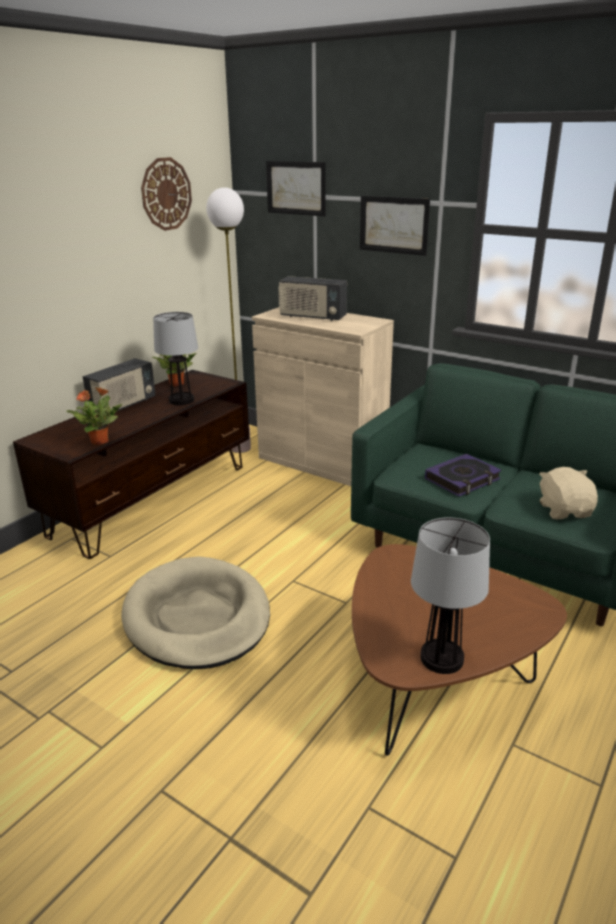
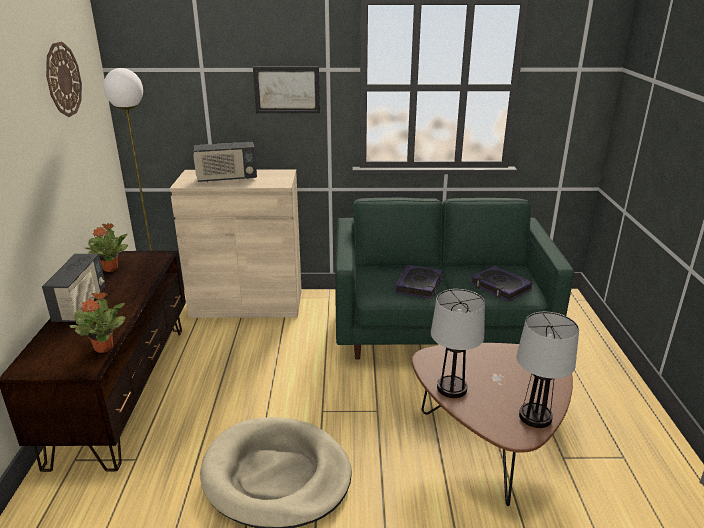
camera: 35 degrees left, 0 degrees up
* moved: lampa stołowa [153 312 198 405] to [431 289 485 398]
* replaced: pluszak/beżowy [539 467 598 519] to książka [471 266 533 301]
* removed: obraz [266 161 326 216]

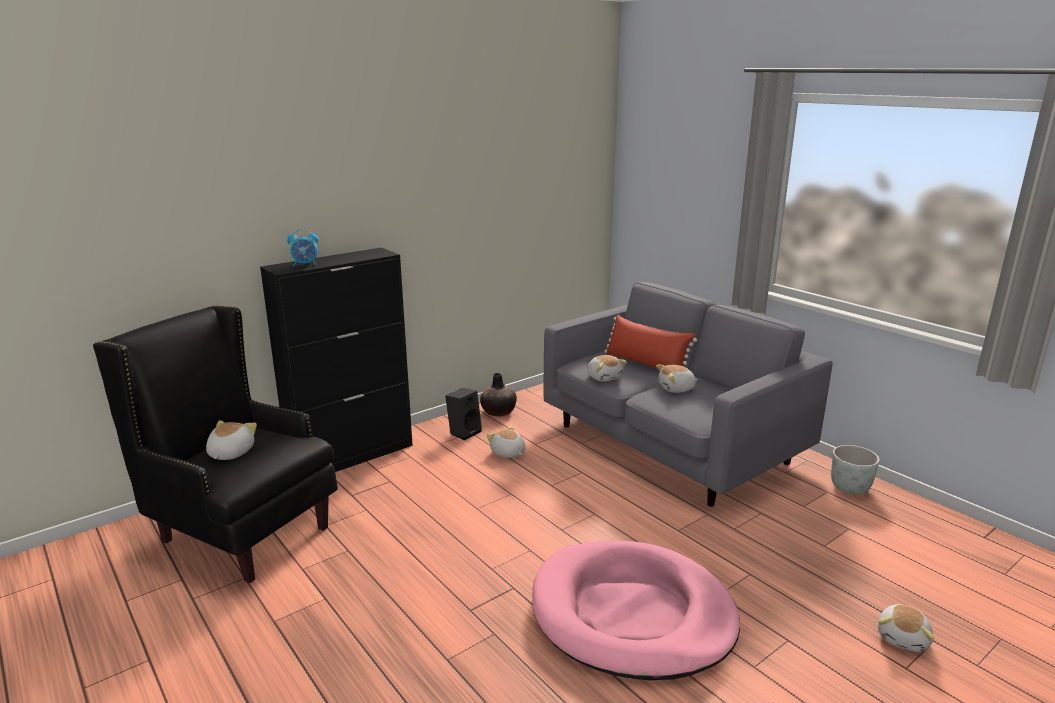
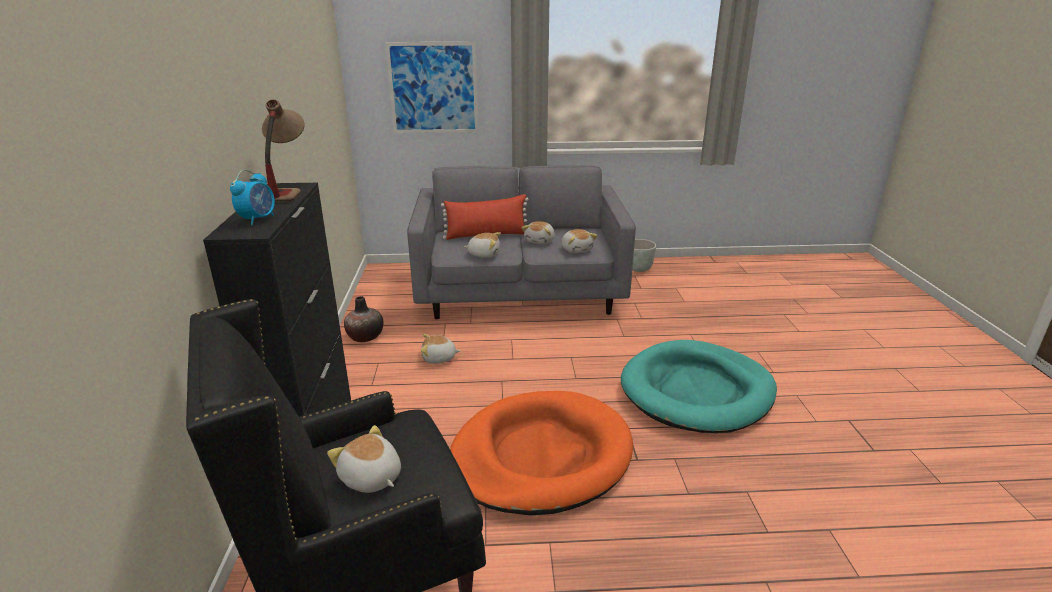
camera: 55 degrees left, 5 degrees up
* added: lampa stołowa [262 99 305 203]
* added: obraz [385 42 479 133]
* added: legowisko/pomarańczowy [450 391 633 515]
* moved: pluszak [878 604 934 652] to [562 229 597 253]
* recoloured: legowisko/różowy [532 541 740 681] to legowisko/turkusowy [621 340 777 433]
* removed: głośnik/czarny [445 388 482 440]

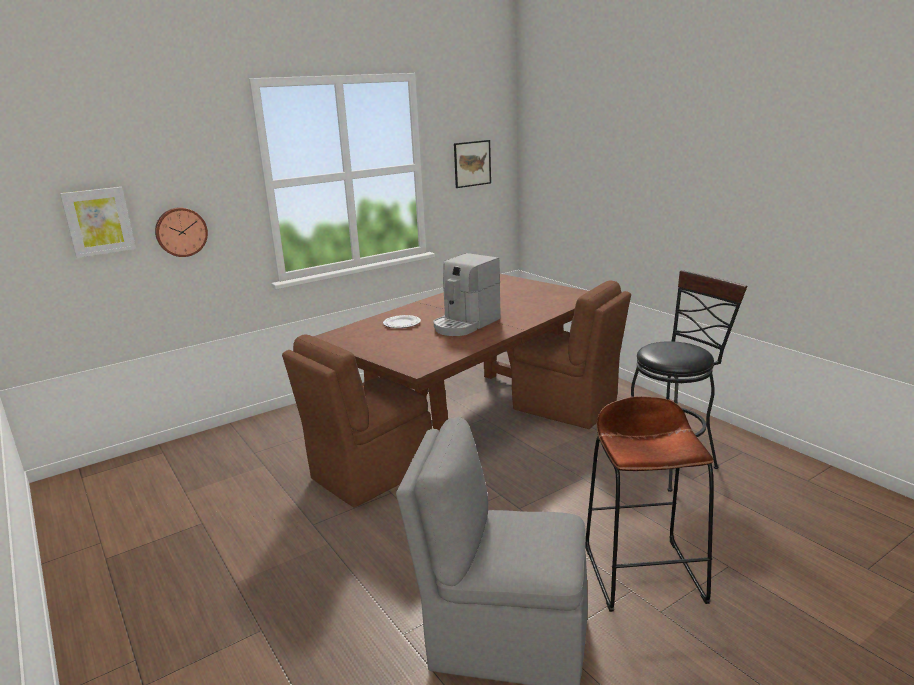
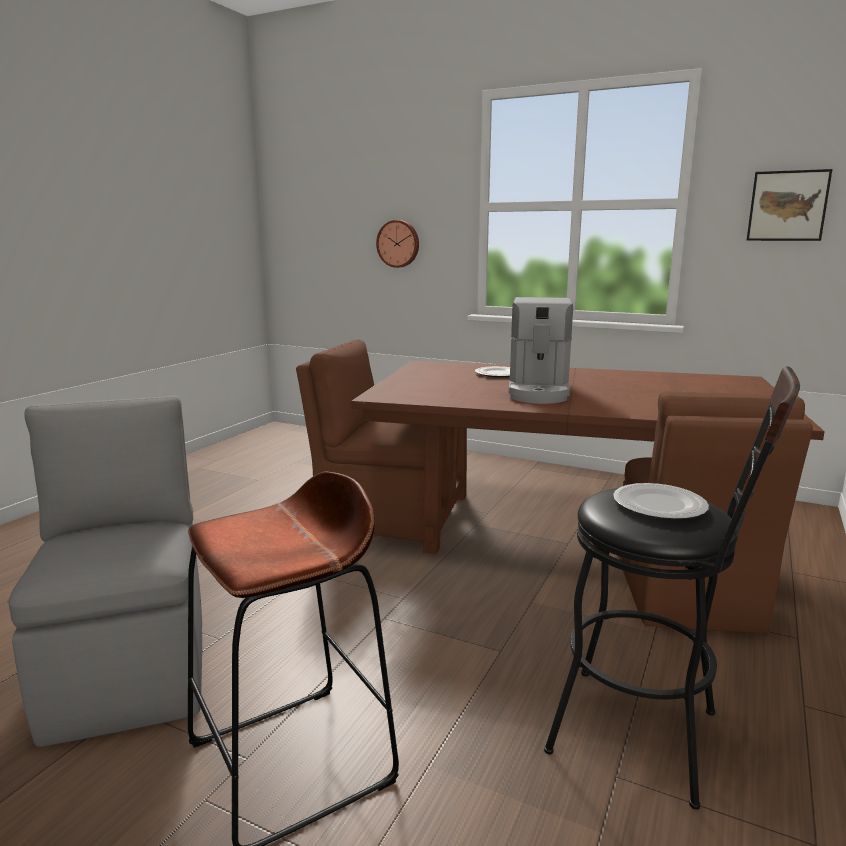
camera: 60 degrees right, 5 degrees down
* turned: ekspres do kawy [433 253 501 336] = [508 297 573 404] 90 degrees counterclockwise
* added: talerz [613 483 709 519]
* removed: obraz [60 187 136 258]

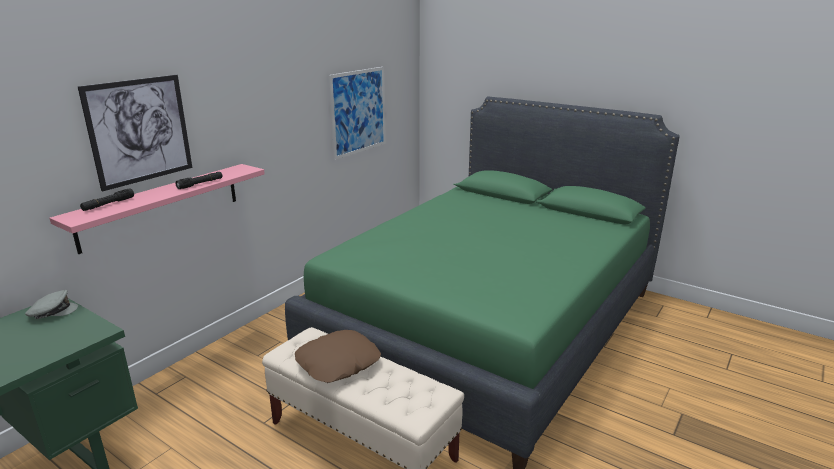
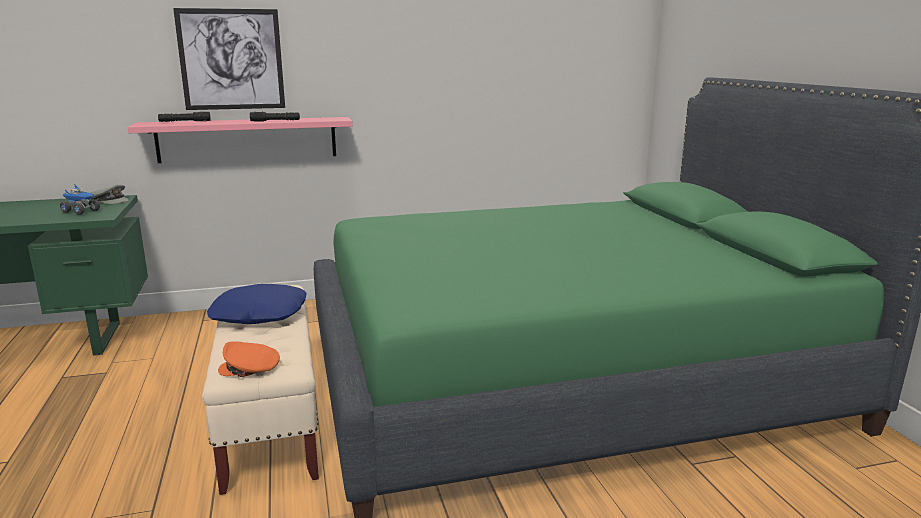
camera: 40 degrees right, 5 degrees down
* added: ciężarówka zabawkowa [60 184 100 215]
* recoloured: poduszka/brązowy [295 330 381 383] to poduszka/niebieski [207 284 307 324]
* added: czapka z daszkiem/pomarańczowy [218 341 280 377]
* removed: obraz [329 67 386 160]

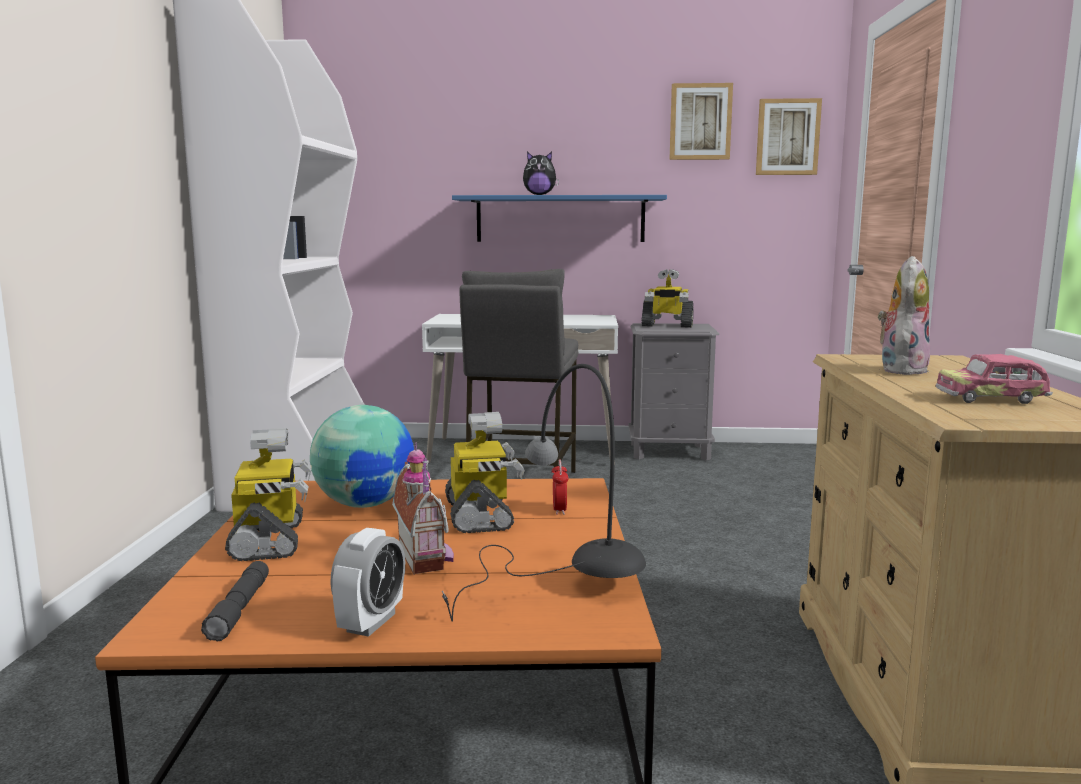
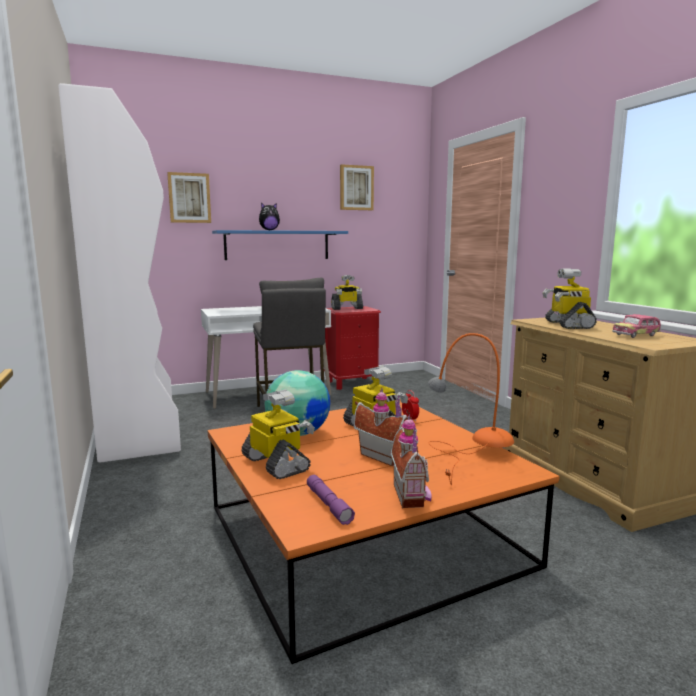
camera: 25 degrees left, 0 degrees up
* moved: obraz [756 98 822 175] to [167 172 211 223]
* recoloured: latarka/szary [201 561 269 642] to latarka/fioletowy [307 475 355 525]
* recoloured: szafka nocna/szary [628 323 719 461] to szafka nocna/czerwony [324 306 381 390]
* replaced: budzik [330 528 405 637] to domek [391 414 432 508]
* recoloured: lampa stołowa/szary [442 364 646 622] to lampa stołowa/pomarańczowy [428 333 514 485]
* replaced: pluszak [878 256 930 375] to robot zabawkowy [543 269 597 329]

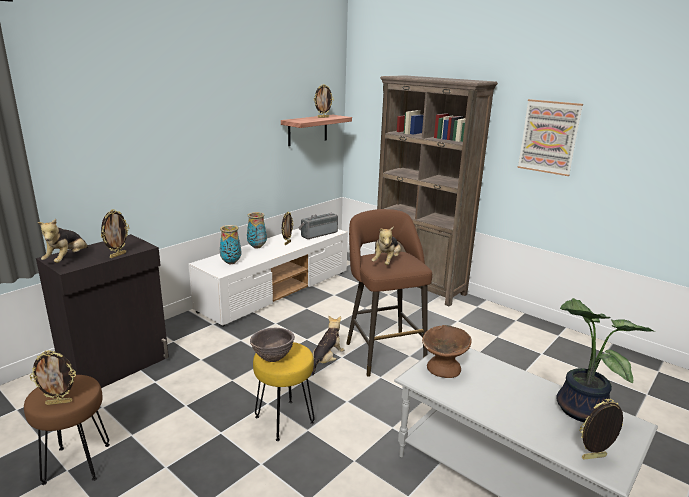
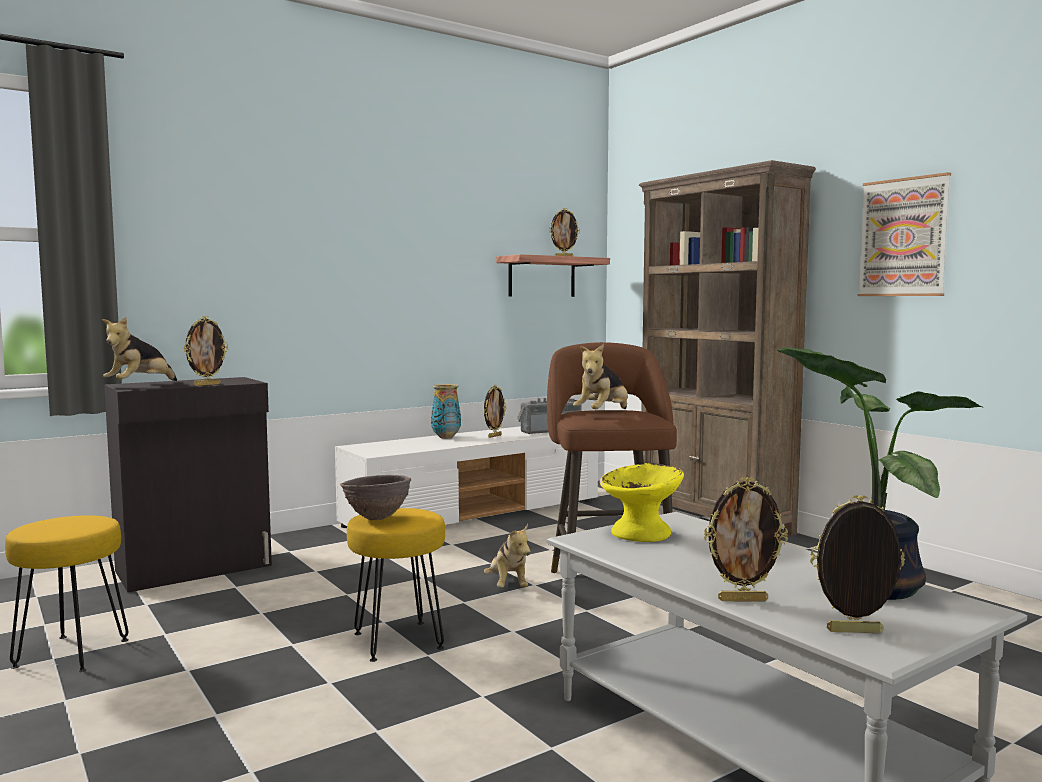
camera: 15 degrees right, 15 degrees down
* recoloured: stołek/brązowy [24 375 110 485] to stołek/żółty [5 515 129 672]
* turned: pluszak [312 316 344 376] = [484 524 531 588] 120 degrees clockwise
* recoloured: miska/brązowy [422 325 472 378] to miska/żółty [600 463 684 542]
* moved: ramka na zdjęcie [30 350 76 405] to [704 477 788 602]
* removed: wazon [220 225 241 264]

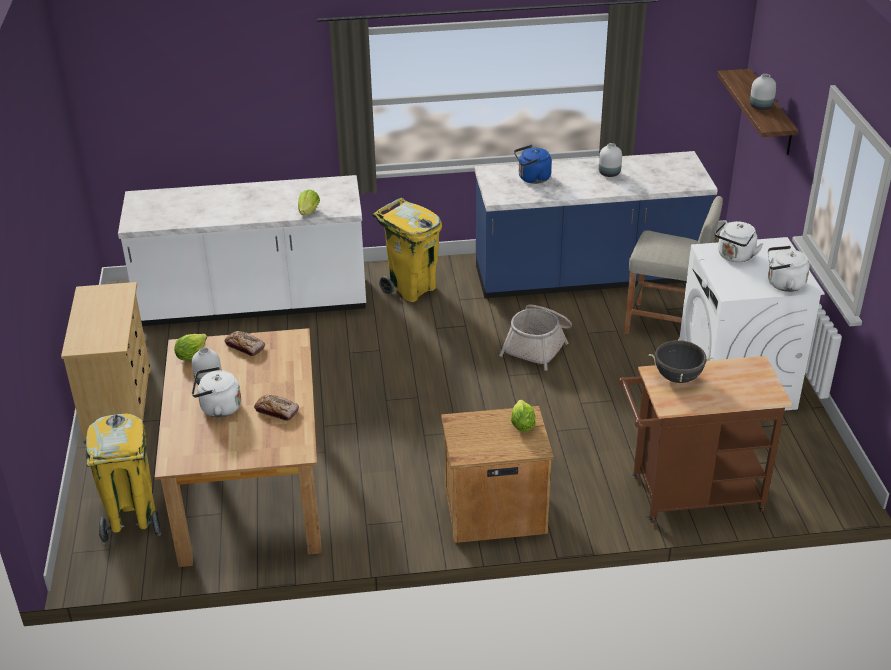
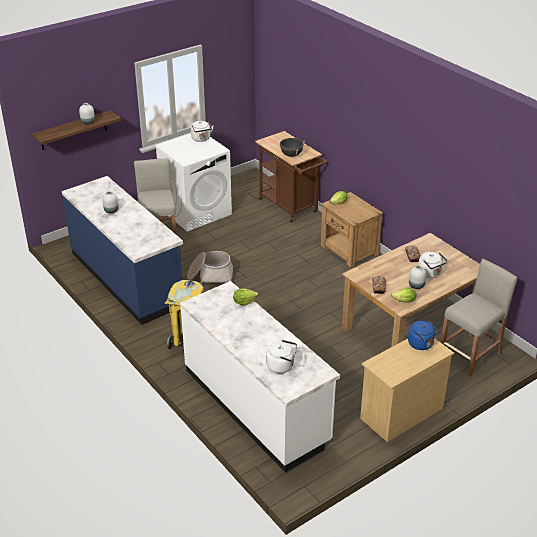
camera: 120 degrees left, 0 degrees up
* moved: czajnik/biały [714 221 763 262] to [266 340 297 374]
* moved: czajnik/niebieski [514 145 552 184] to [408 321 441 350]
* replaced: kosz na śmieci/żółty [86 414 162 544] to stołek/beżowy [441 259 518 377]

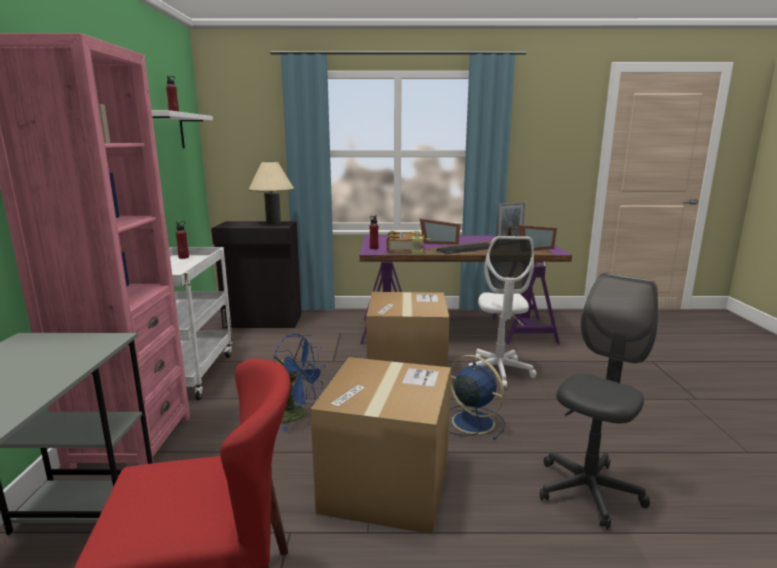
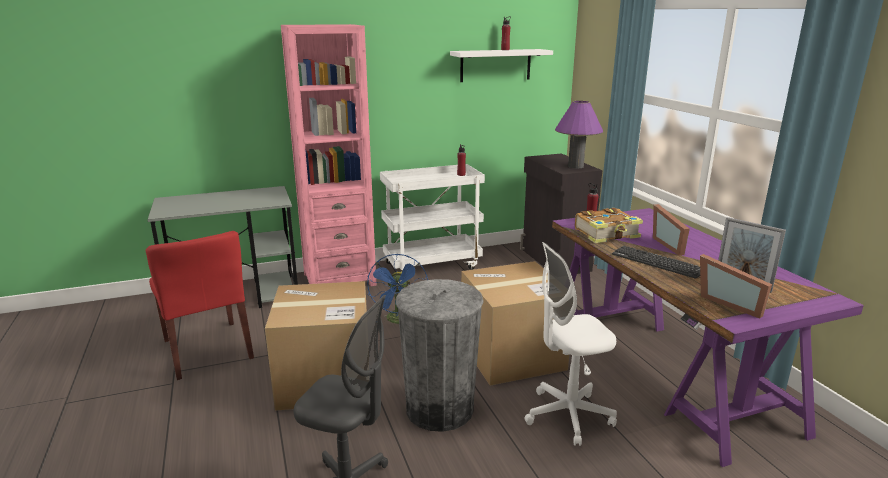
camera: 70 degrees right, 5 degrees up
* replaced: wentylator/niebieski [449 355 506 440] to kosz na śmieci/szary [396 279 484 432]
* recoloured: lampa stołowa/beżowy [249 161 294 225] to lampa stołowa/fioletowy [555 101 603 168]

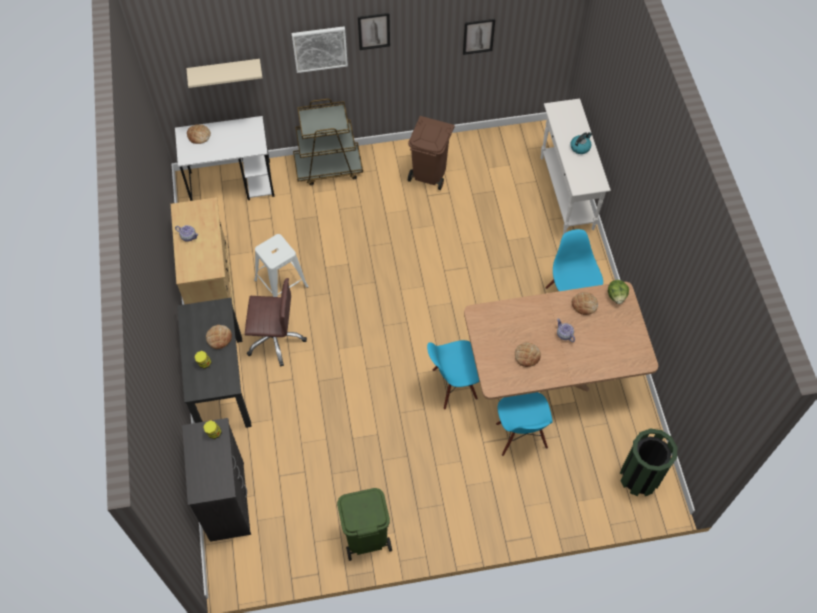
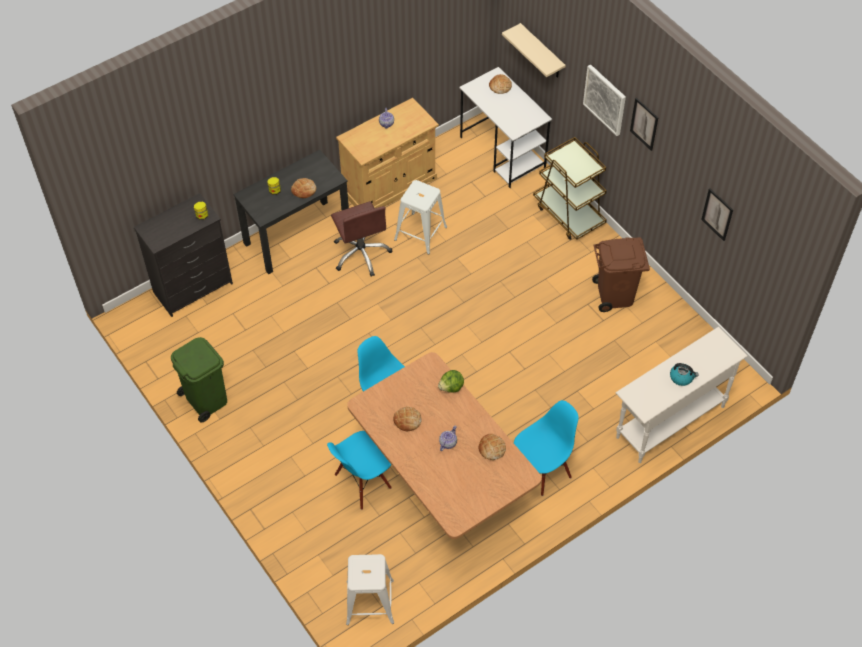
camera: 65 degrees right, 5 degrees down
* replaced: kosz na śmieci/zielony [620 429 677 496] to stołek/biały [346 554 394 625]
* moved: sałata [608 280 629 304] to [438 370 464 393]

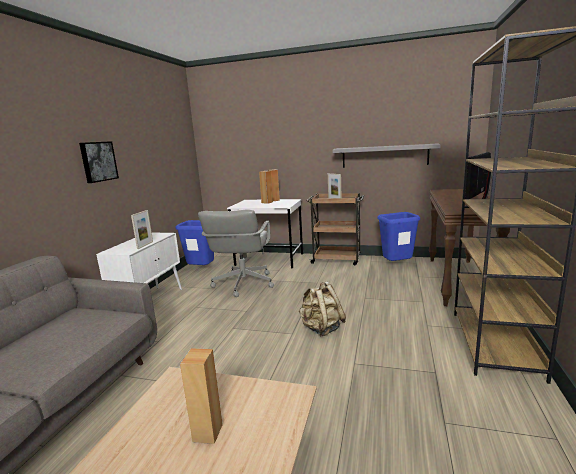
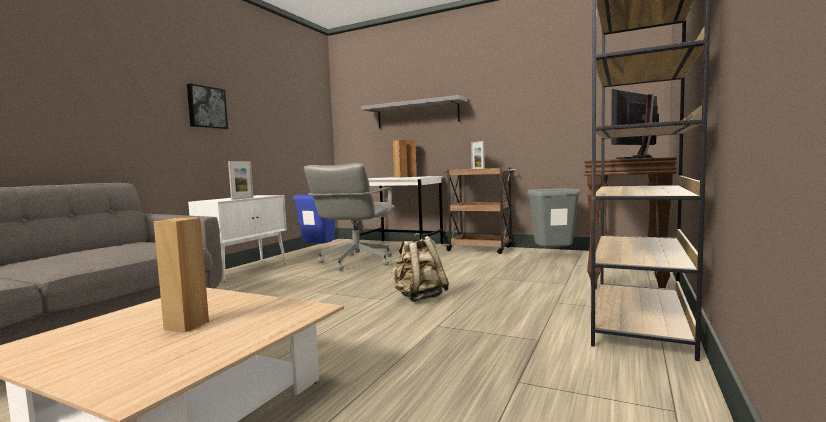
camera: 10 degrees right, 10 degrees down
* moved: półka/szary [333 143 441 168] to [361 95 467 128]
* recoloured: kosz na śmieci/niebieski [377 212 420 261] to kosz na śmieci/szary [527 188 581 247]

